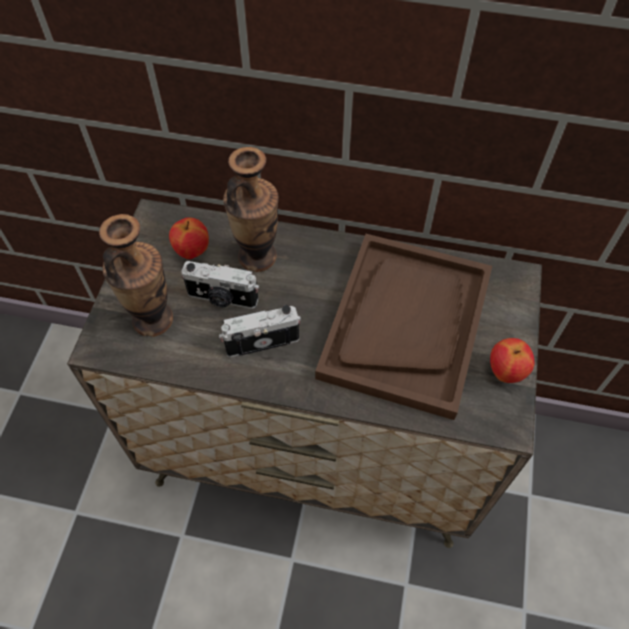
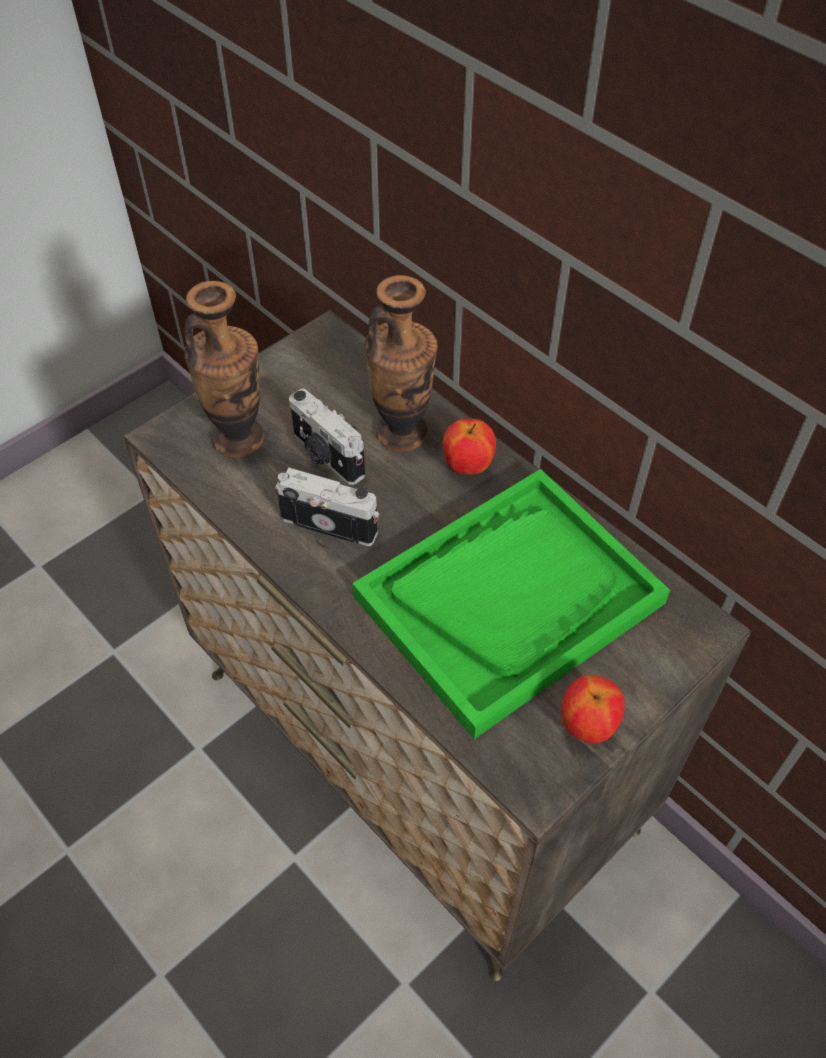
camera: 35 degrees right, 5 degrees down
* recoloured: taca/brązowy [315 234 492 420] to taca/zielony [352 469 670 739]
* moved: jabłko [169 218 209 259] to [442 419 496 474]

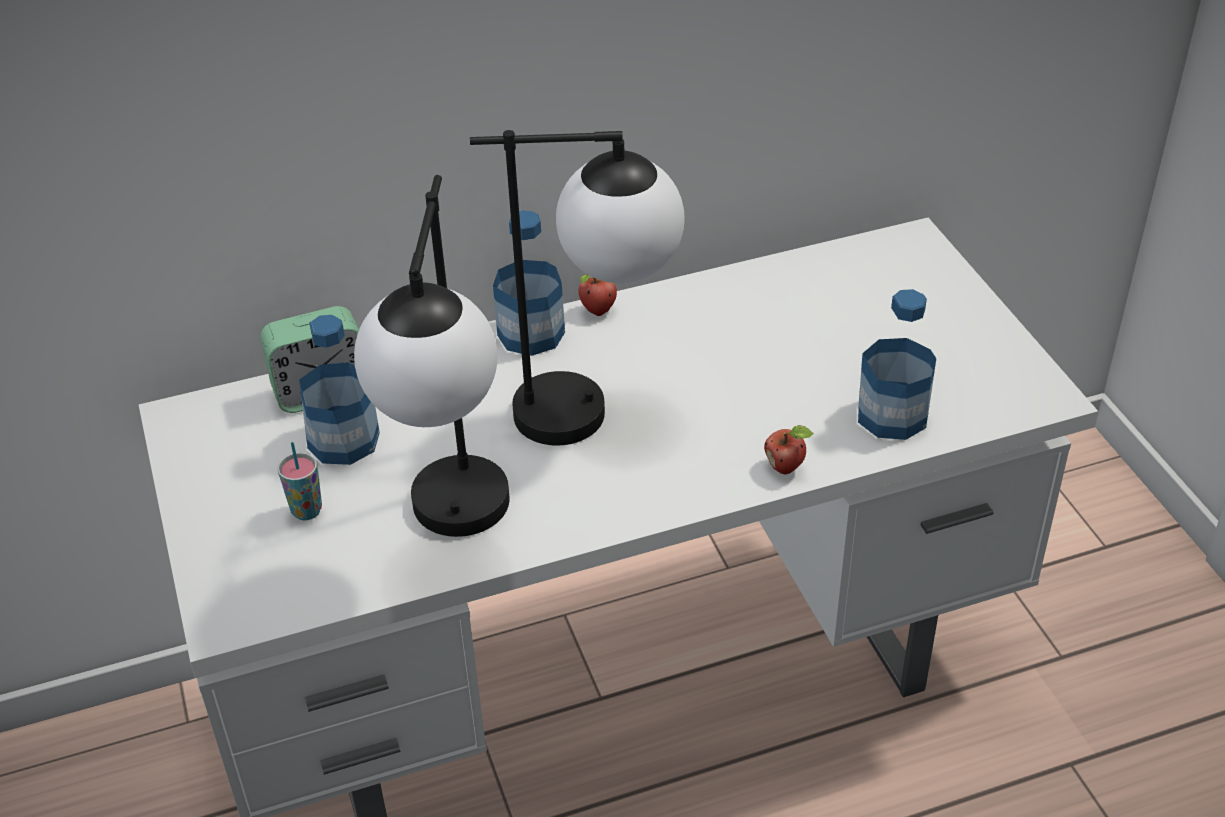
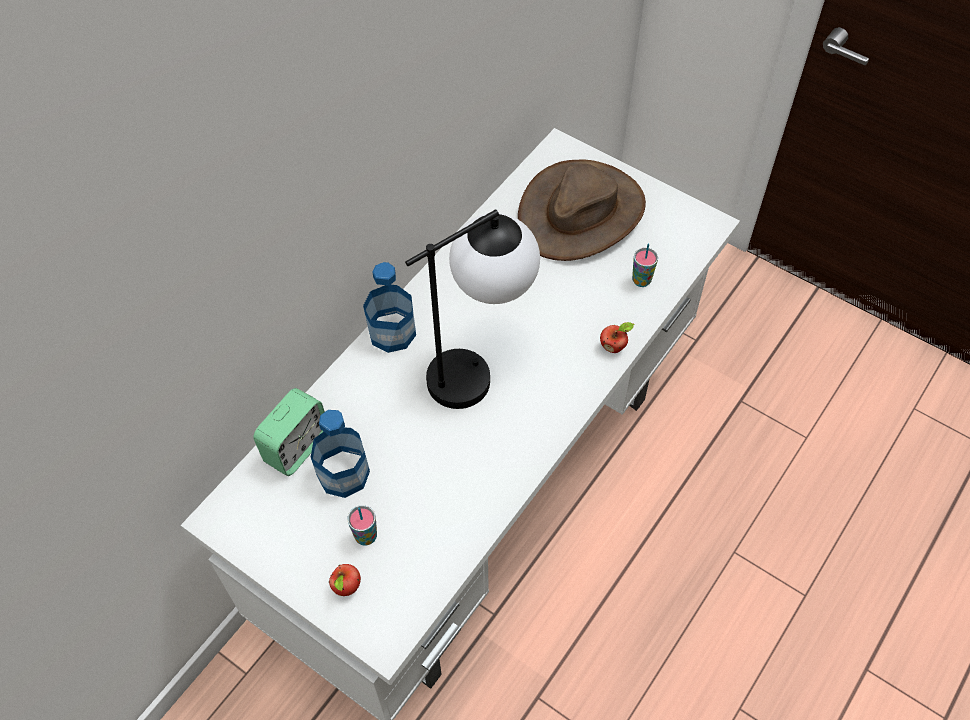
camera: 35 degrees left, 15 degrees up
* moved: jabłko [579 274 617 316] to [329 564 361 596]
* added: kapelusz/brązowy [518 160 646 261]
* replaced: butelka [858 289 936 440] to filiżanka [632 244 658 287]
* removed: lampa stołowa [354 175 510 537]

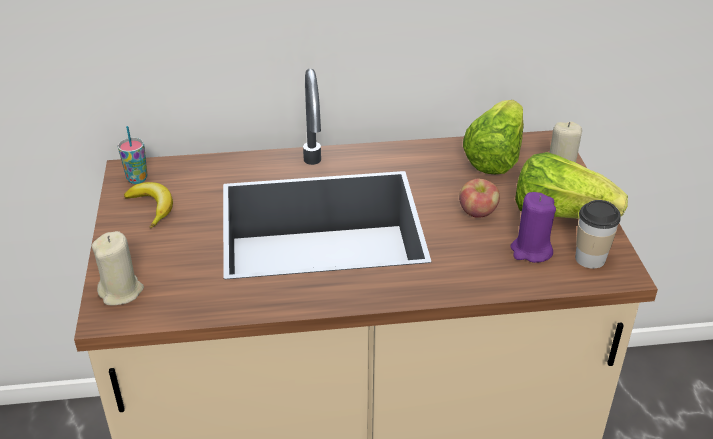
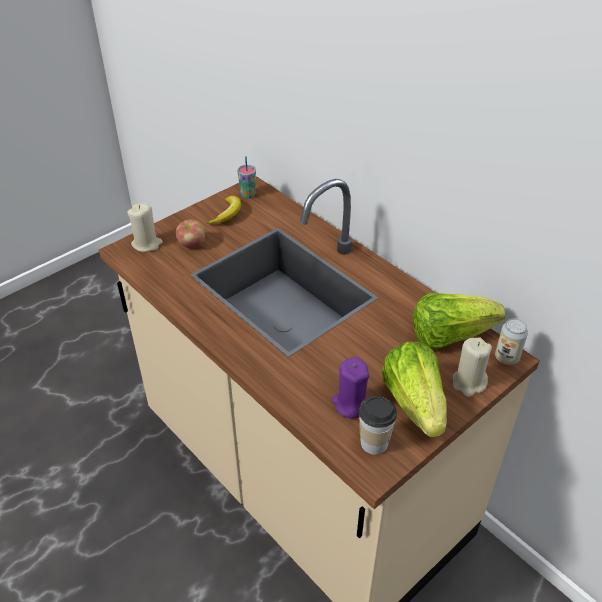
camera: 55 degrees right, 5 degrees up
* moved: jabłko [459 178 500 218] to [176 219 205 248]
* added: puszka [495 318 528 365]

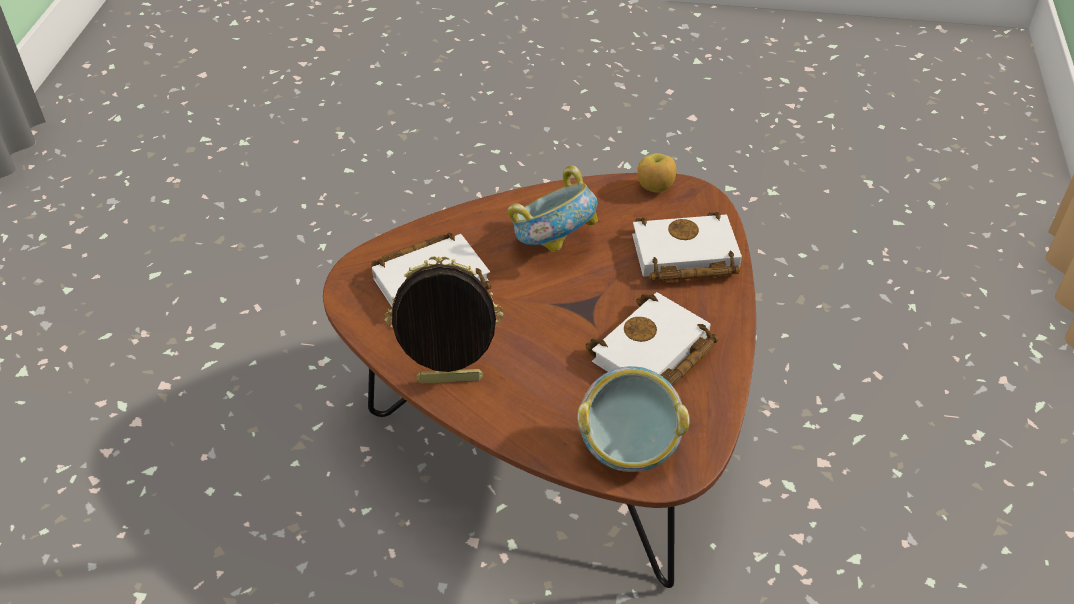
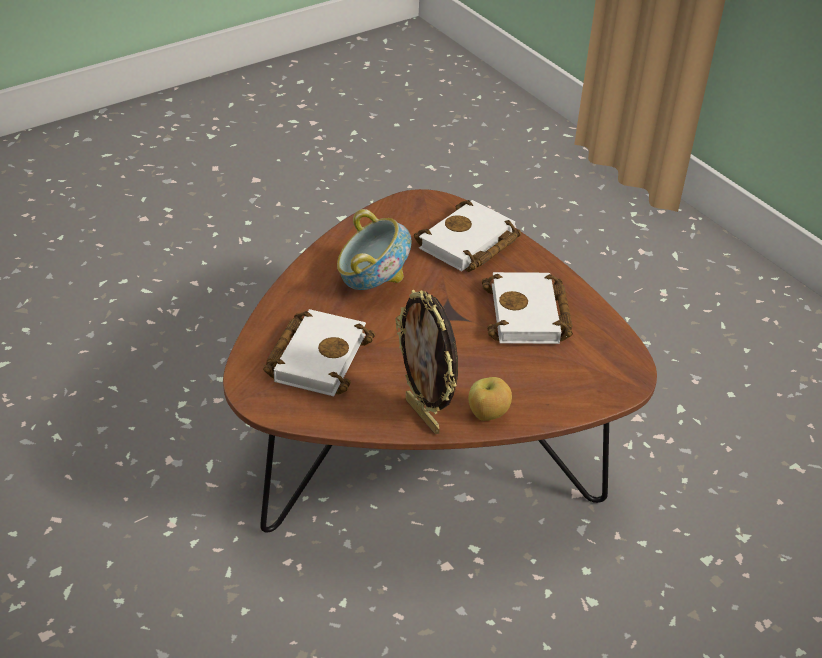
camera: 45 degrees left, 5 degrees down
* turned: ramka na zdjęcie [385 256 503 384] = [395 290 458 434] 75 degrees counterclockwise
* moved: jabłko [637 153 676 193] to [468 377 512 421]
* removed: miska [577 366 690 472]

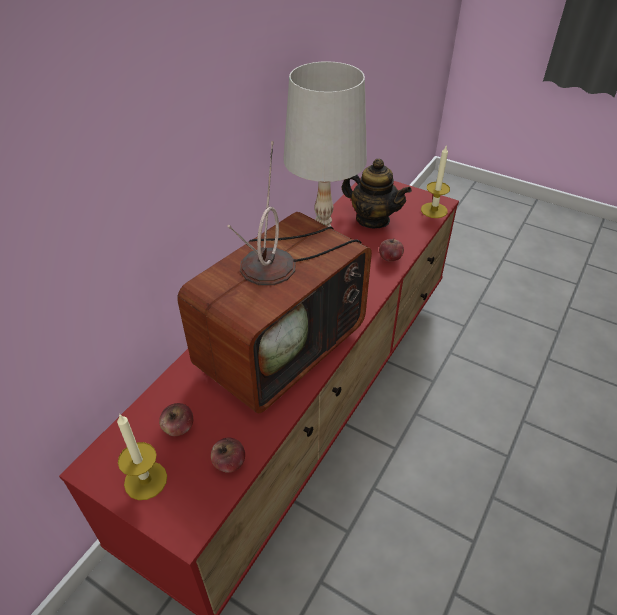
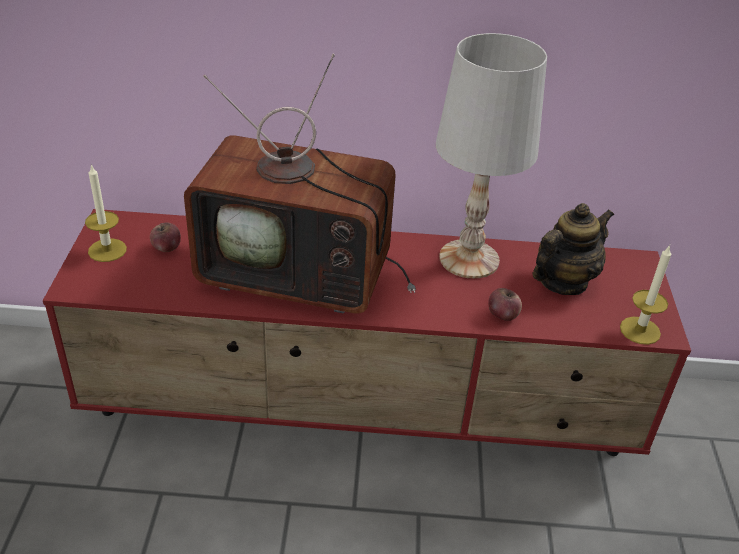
camera: 60 degrees right, 5 degrees down
* turned: imbryk [341 158 412 228] = [533 203 614 295] 135 degrees counterclockwise
* removed: jabłko [211 437 245 473]

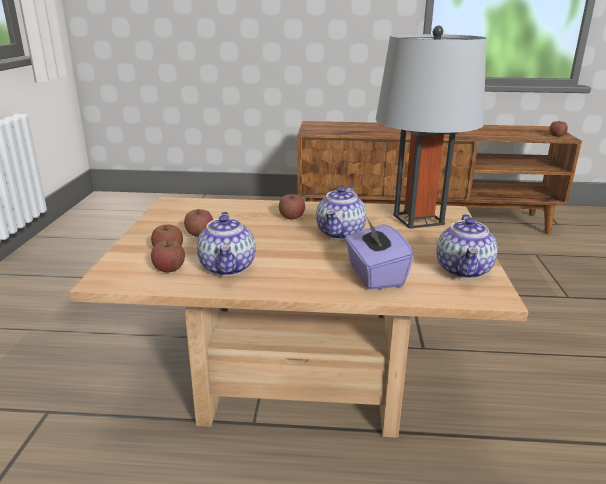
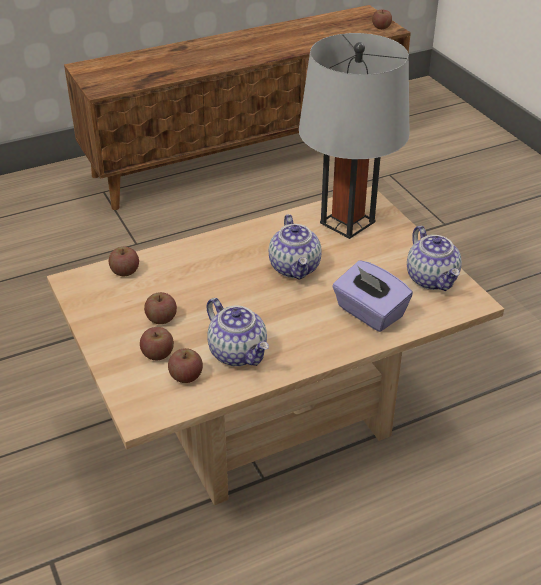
camera: 30 degrees left, 15 degrees up
* moved: jabłko [279 194 305 219] to [109 247 139 276]

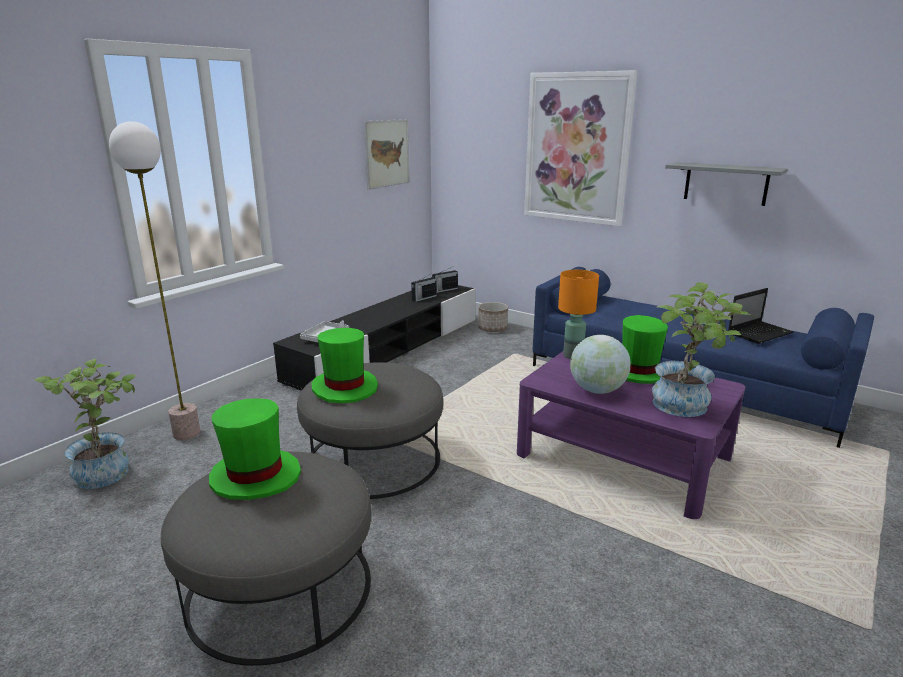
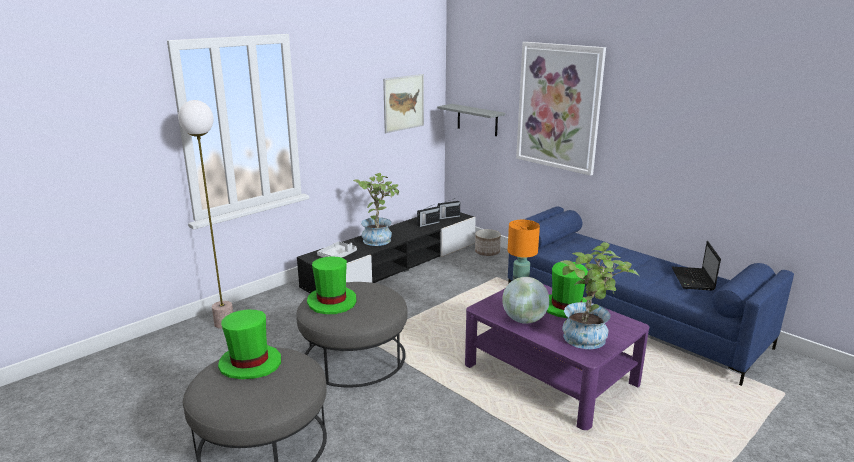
camera: 10 degrees right, 0 degrees up
* moved: roślina doniczkowa [34 359 136 489] to [353 173 399 246]
* moved: półka/szary [665 162 788 206] to [437 104 505 136]
* turned: laptop [728 288 794 344] = [672 241 721 290] 120 degrees clockwise

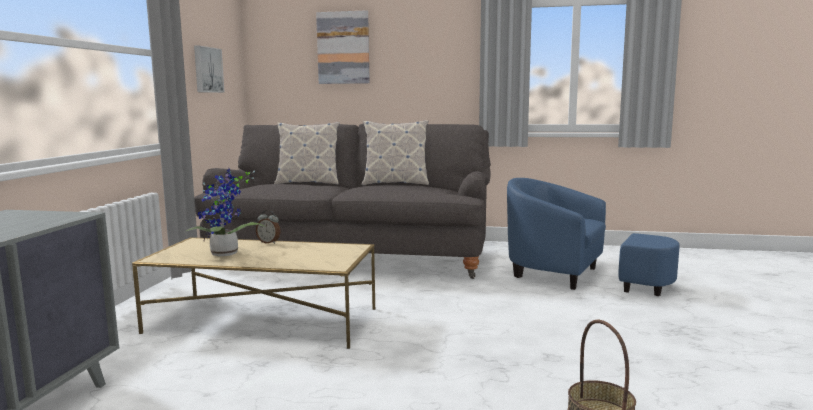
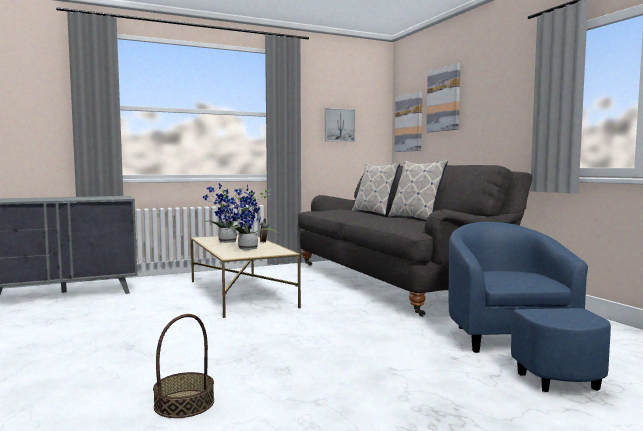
camera: 55 degrees right, 5 degrees down
* added: roślina doniczkowa [226 185 279 250]
* added: obraz [395 92 422 152]

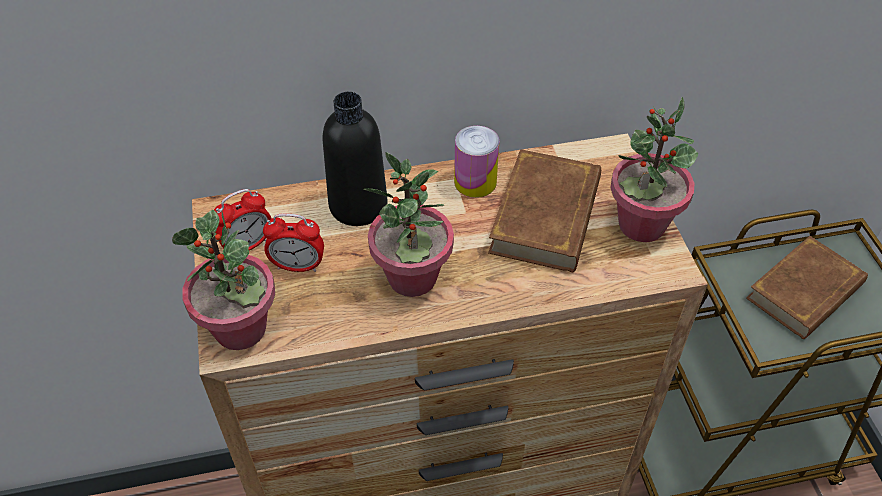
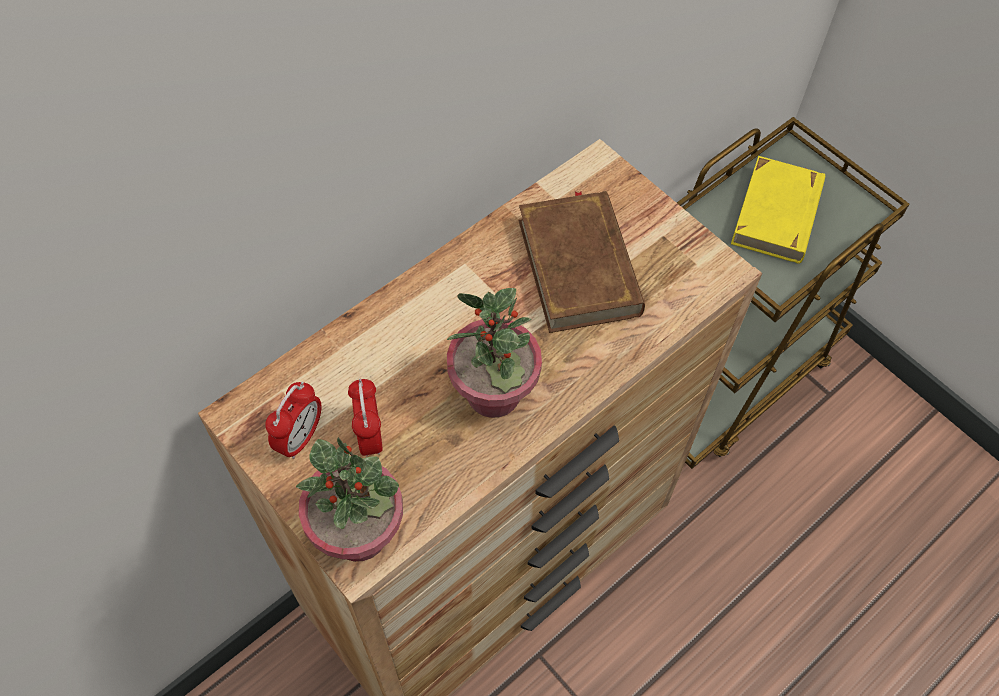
camera: 30 degrees left, 10 degrees up
* turned: budzik [263 213 324 272] = [348 378 383 456] 105 degrees clockwise
* recoloured: książka/brązowy [746 236 868 339] to książka/żółty [731 156 825 264]
* removed: butelka/czarny [323 92 388 226]
* removed: puszka [454 126 499 198]
* removed: roślina doniczkowa [610 97 698 242]

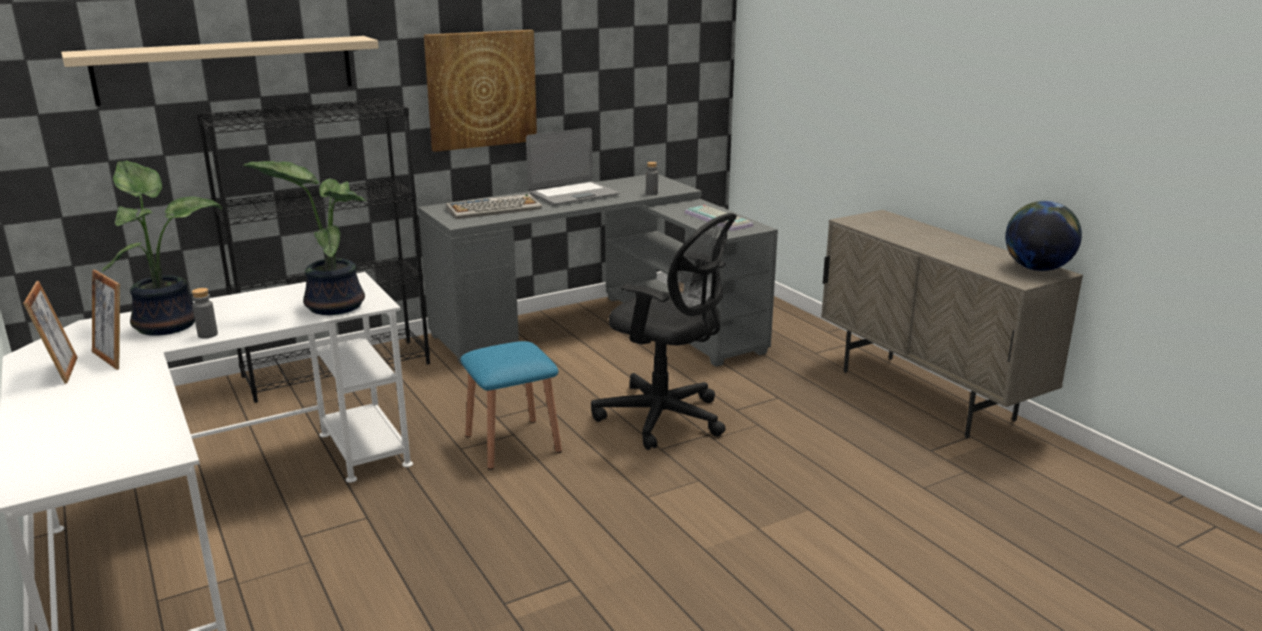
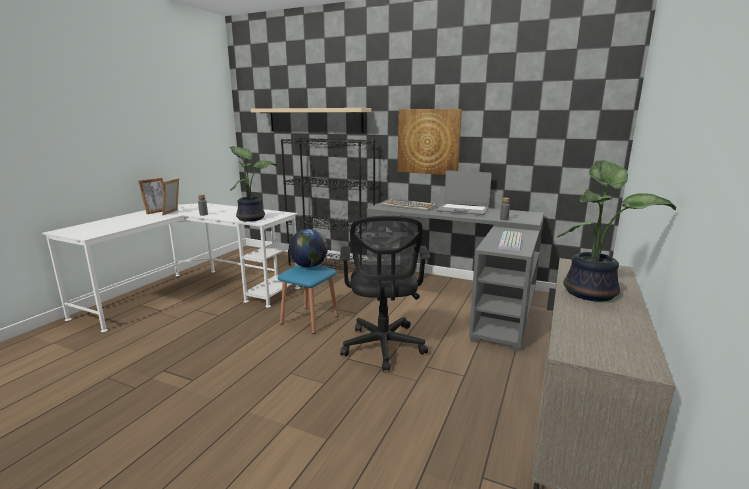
camera: 55 degrees right, 5 degrees down
* moved: globus [1005 201 1082 271] to [289 229 328 267]
* moved: roślina doniczkowa [102 160 222 336] to [556 160 676 302]

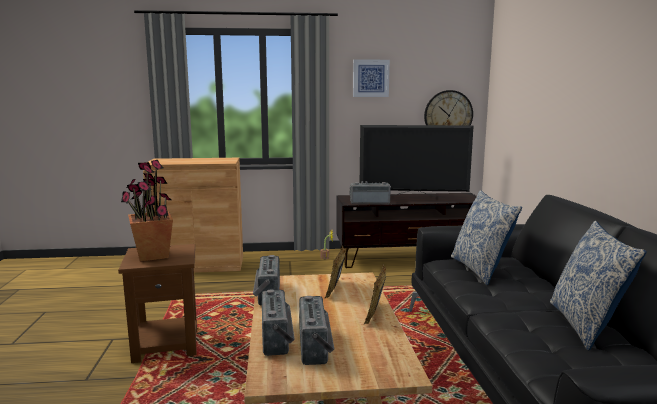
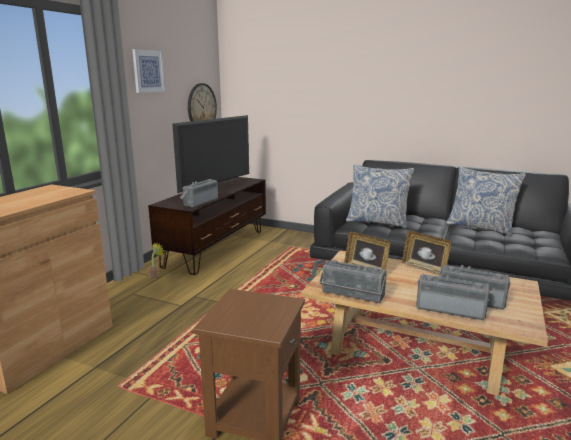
camera: 60 degrees left, 5 degrees up
* removed: roślina doniczkowa [121 160 173 262]

